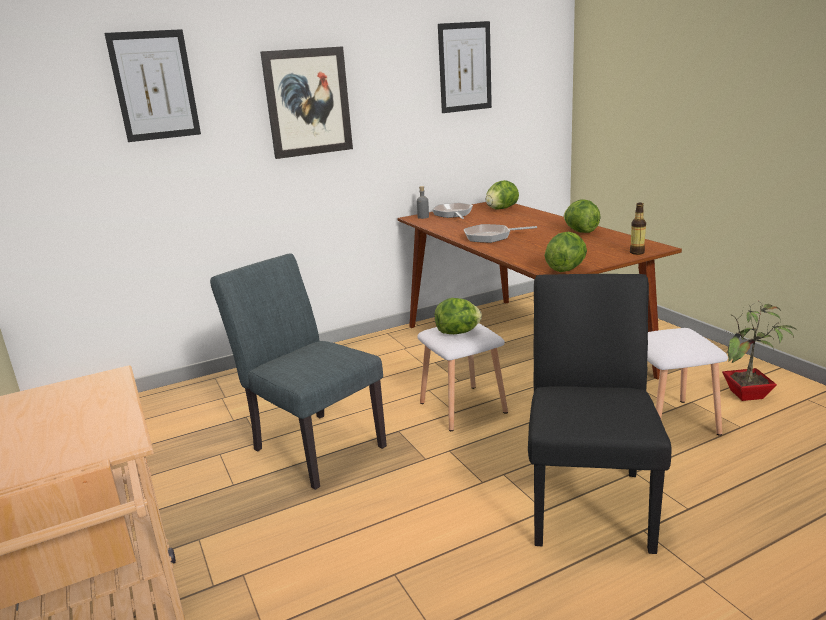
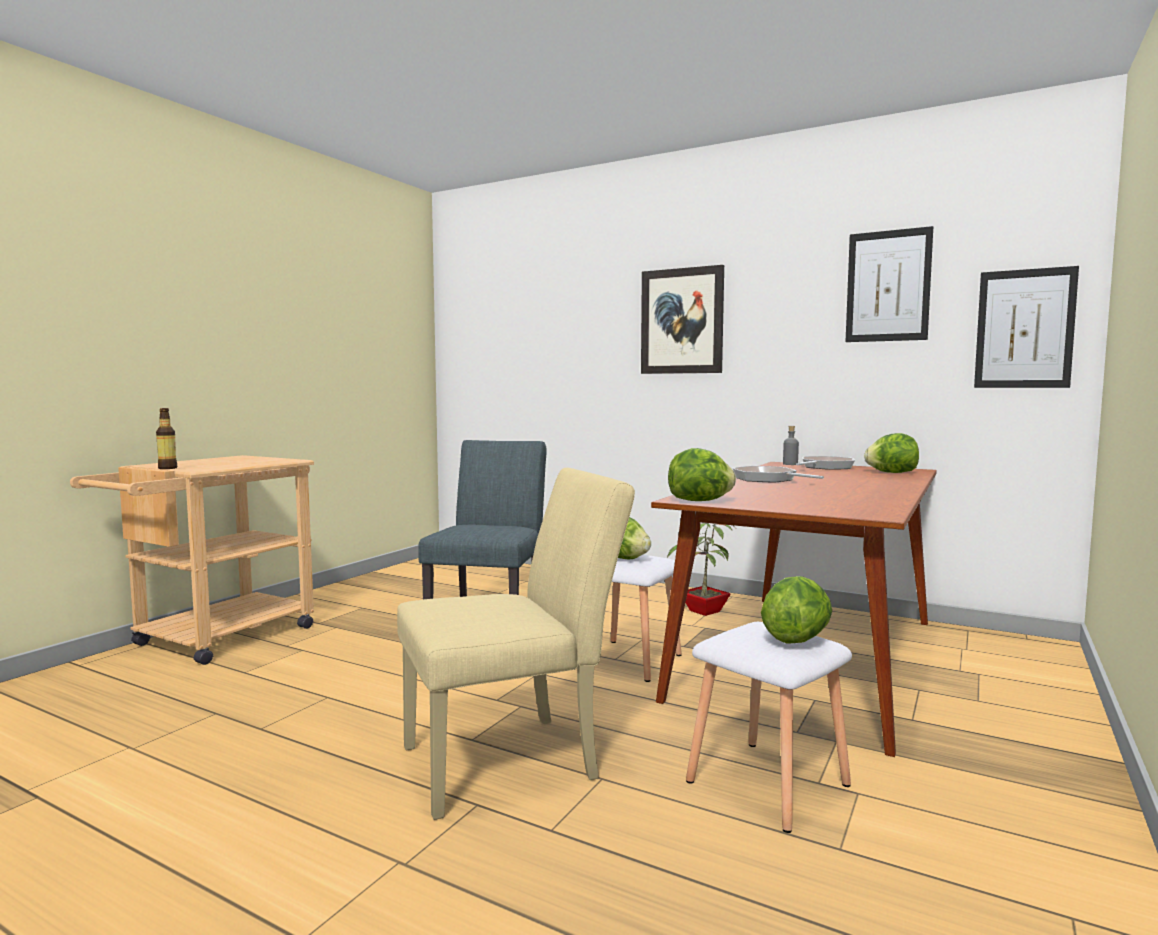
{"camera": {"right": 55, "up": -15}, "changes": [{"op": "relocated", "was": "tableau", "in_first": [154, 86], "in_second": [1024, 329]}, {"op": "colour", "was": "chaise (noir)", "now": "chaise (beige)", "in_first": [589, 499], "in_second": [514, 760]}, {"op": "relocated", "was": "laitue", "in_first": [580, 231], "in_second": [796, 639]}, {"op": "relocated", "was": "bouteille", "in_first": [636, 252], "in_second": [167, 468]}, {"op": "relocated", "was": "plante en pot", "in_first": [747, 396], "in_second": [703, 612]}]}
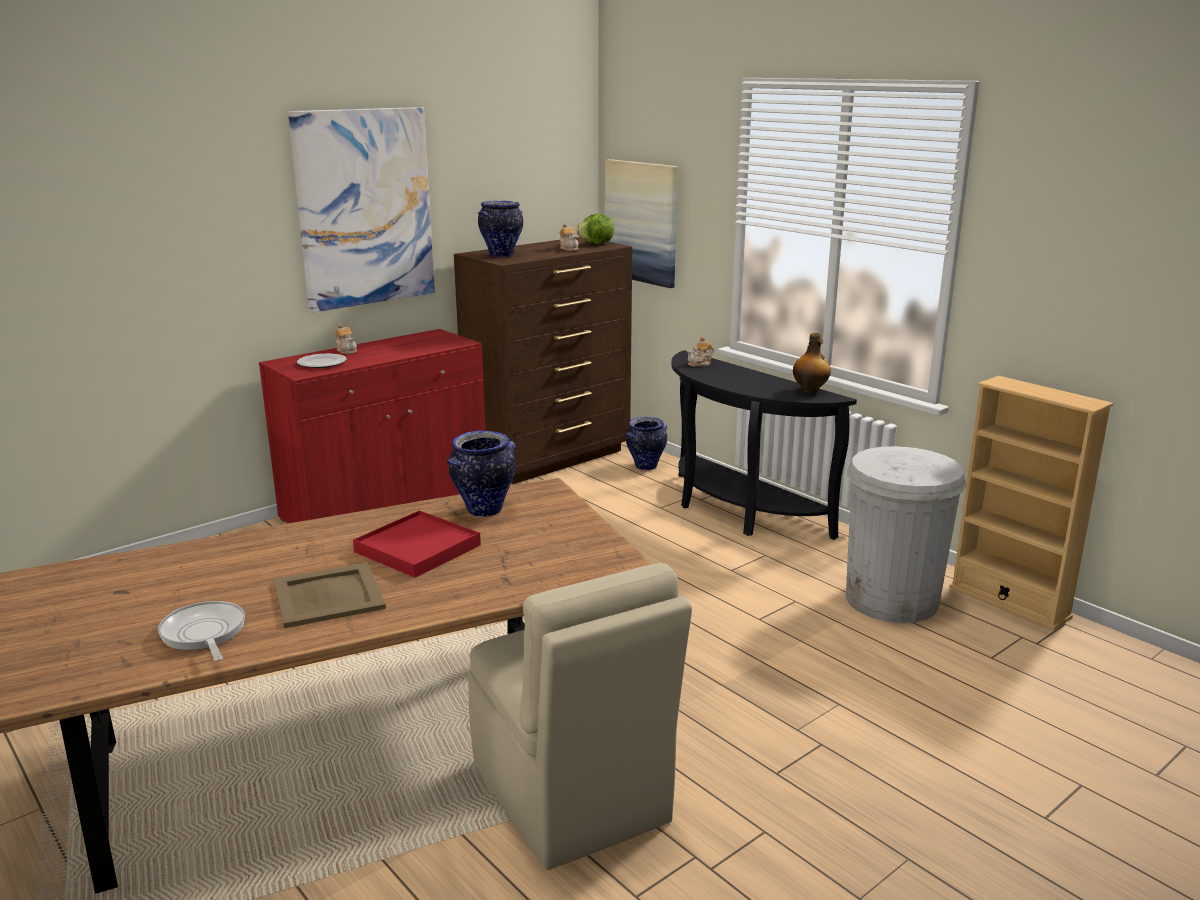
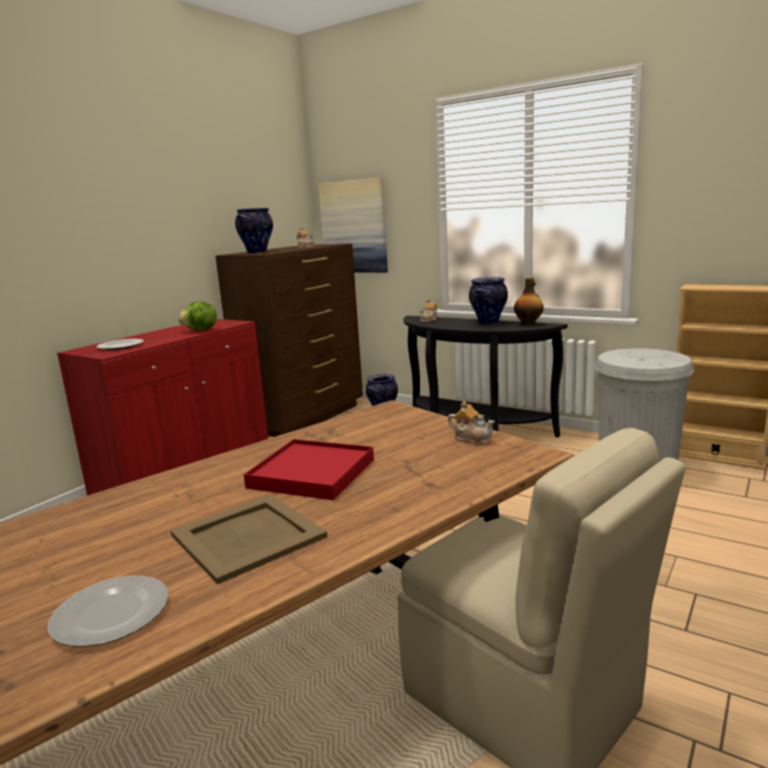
{"camera": {"right": -15, "up": -5}, "changes": [{"op": "exchanged", "was": "poêle", "now": "assiette", "in_first": [204, 634], "in_second": [110, 615]}, {"op": "missing", "was": "tableau", "in_first": [365, 208]}, {"op": "relocated", "was": "théière", "in_first": [347, 350], "in_second": [472, 439]}, {"op": "relocated", "was": "vase", "in_first": [484, 511], "in_second": [488, 323]}, {"op": "relocated", "was": "laitue", "in_first": [596, 244], "in_second": [200, 330]}]}
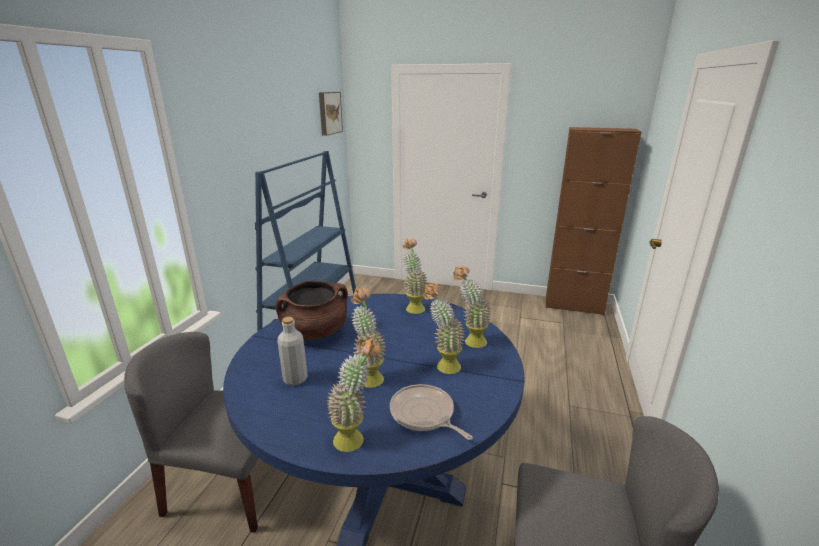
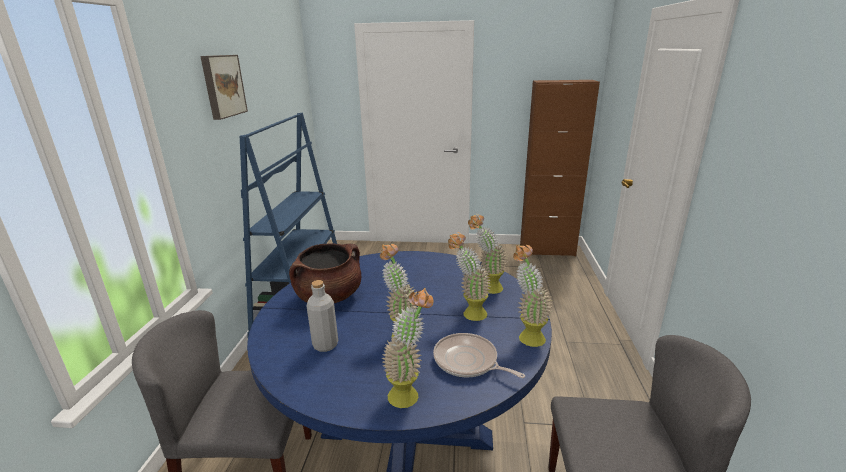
{"camera": {"right": -10, "up": 0}, "changes": [{"op": "relocated", "was": "tableau", "in_first": [329, 113], "in_second": [222, 86]}, {"op": "relocated", "was": "plante en pot", "in_first": [413, 307], "in_second": [526, 335]}]}
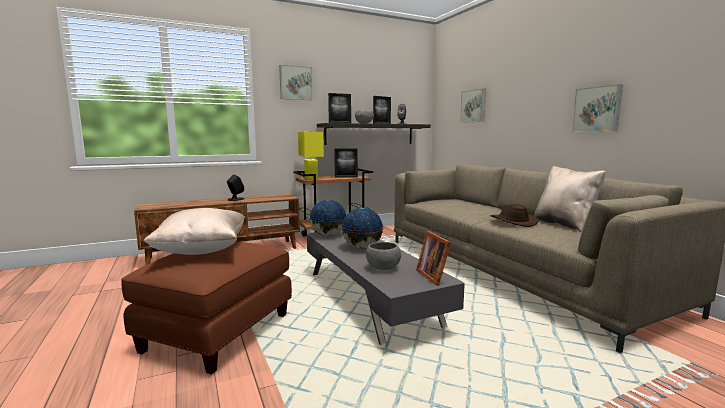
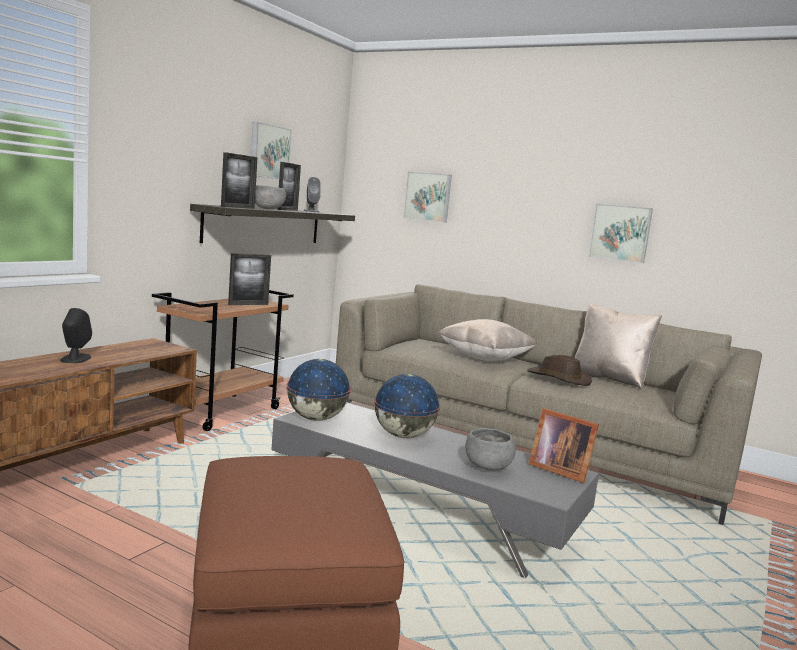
{"camera": {"right": -35, "up": 0}, "changes": [{"op": "relocated", "was": "coussin (beige)", "in_first": [202, 251], "in_second": [485, 358]}, {"op": "relocated", "was": "tableau", "in_first": [295, 83], "in_second": [268, 151]}, {"op": "missing", "was": "lampe de table (jaune)", "in_first": [311, 178]}]}
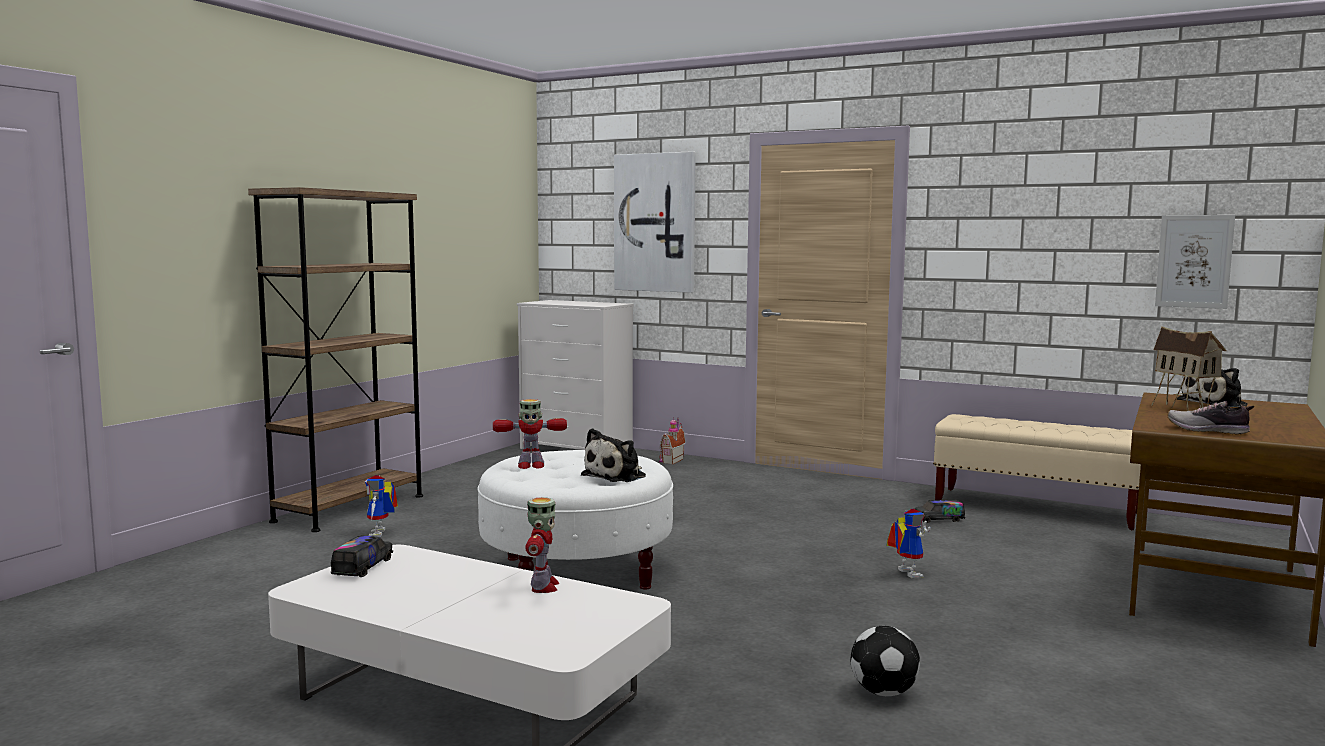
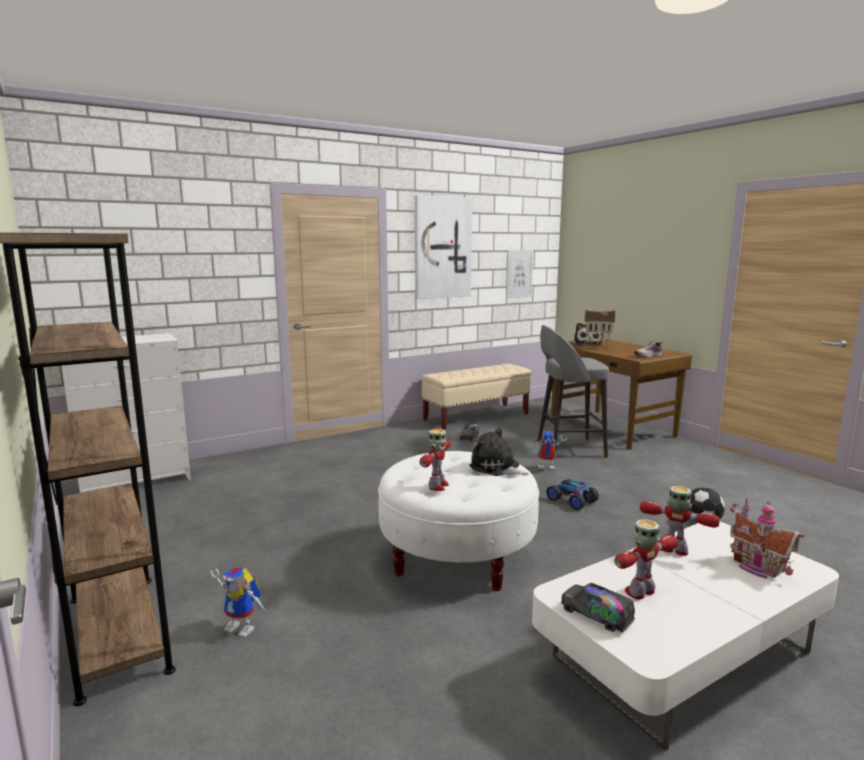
{"camera": {"right": -60, "up": 5}, "changes": [{"op": "spun", "was": "peluche", "in_first": [617, 476], "in_second": [496, 468], "clockwise": 150}, {"op": "relocated", "was": "tableau", "in_first": [655, 222], "in_second": [442, 247]}, {"op": "relocated", "was": "maison miniature", "in_first": [670, 461], "in_second": [757, 568]}, {"op": "appeared", "now": "tabouret (gris)", "in_second": [568, 449]}, {"op": "appeared", "now": "petite voiture", "in_second": [572, 500]}, {"op": "appeared", "now": "robot jouet", "in_second": [640, 592]}]}
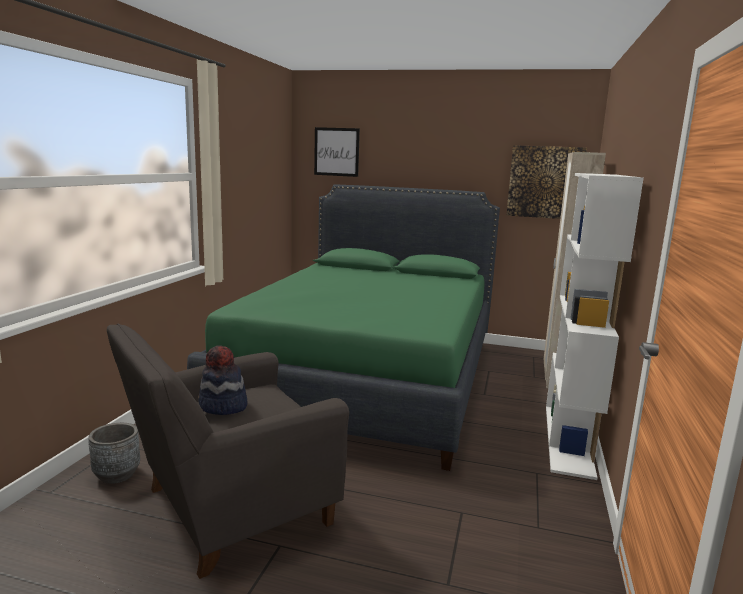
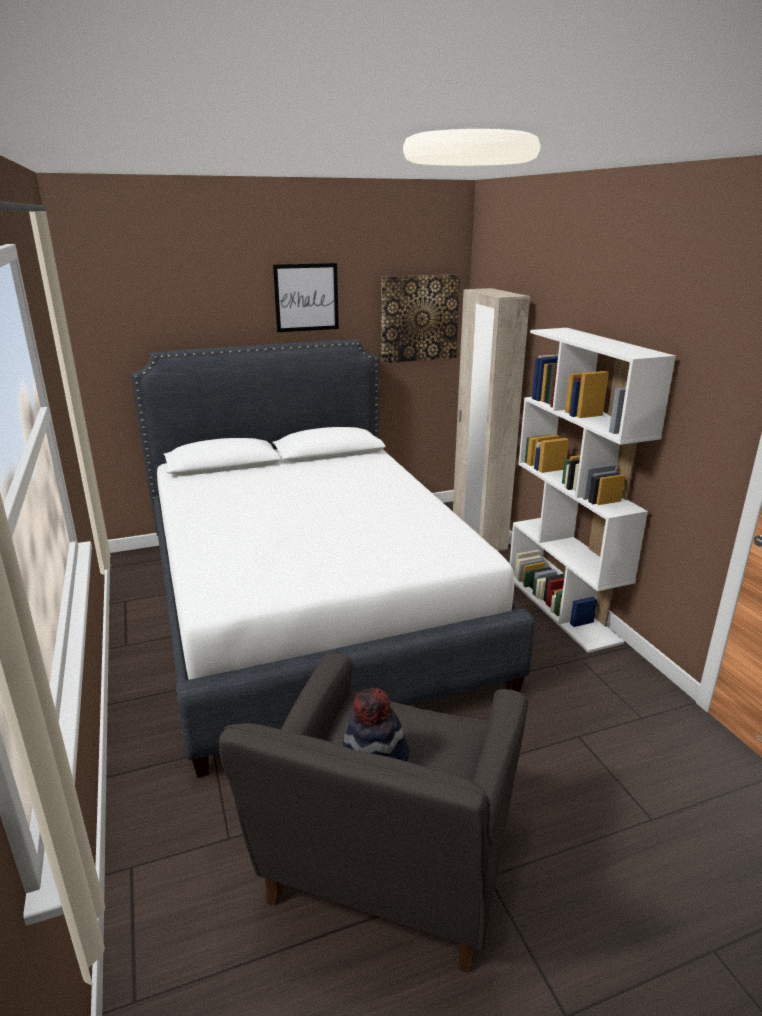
{"camera": {"right": -35, "up": 10}, "changes": [{"op": "missing", "was": "cache-pot (gris)", "in_first": [117, 475]}, {"op": "colour", "was": "lit (vert)", "now": "lit (blanc)", "in_first": [368, 377], "in_second": [311, 608]}, {"op": "relocated", "was": "tableau", "in_first": [336, 152], "in_second": [306, 297]}]}
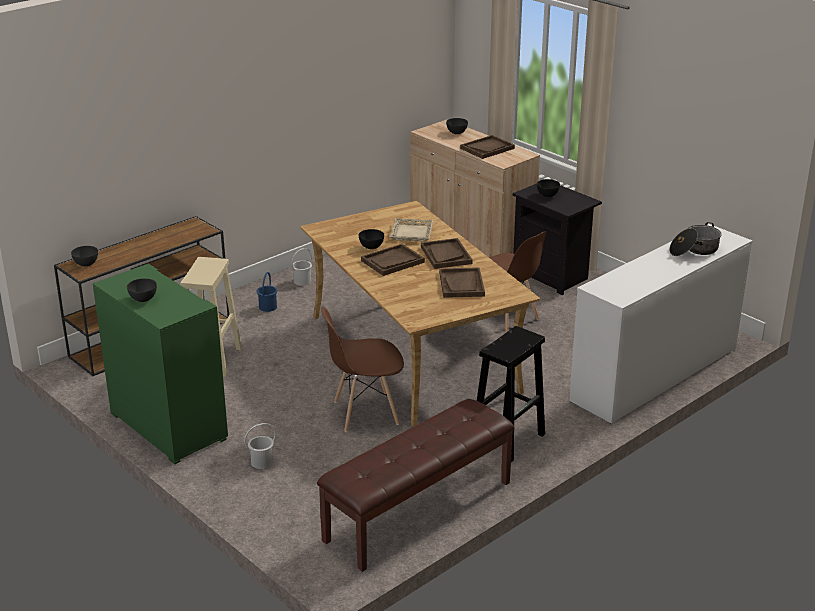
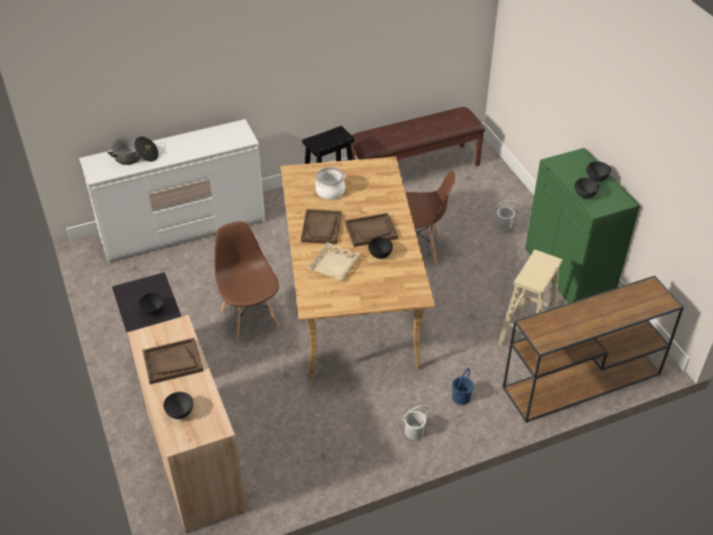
{"camera": {"right": -160, "up": 15}, "changes": [{"op": "relocated", "was": "bol (gris)", "in_first": [86, 264], "in_second": [585, 195]}, {"op": "exchanged", "was": "plateau (marron)", "now": "marmite", "in_first": [461, 284], "in_second": [330, 191]}]}
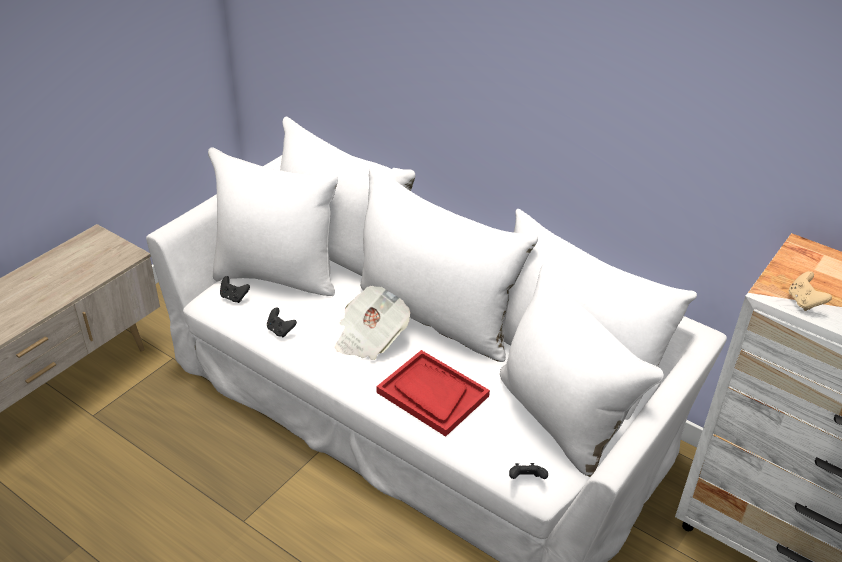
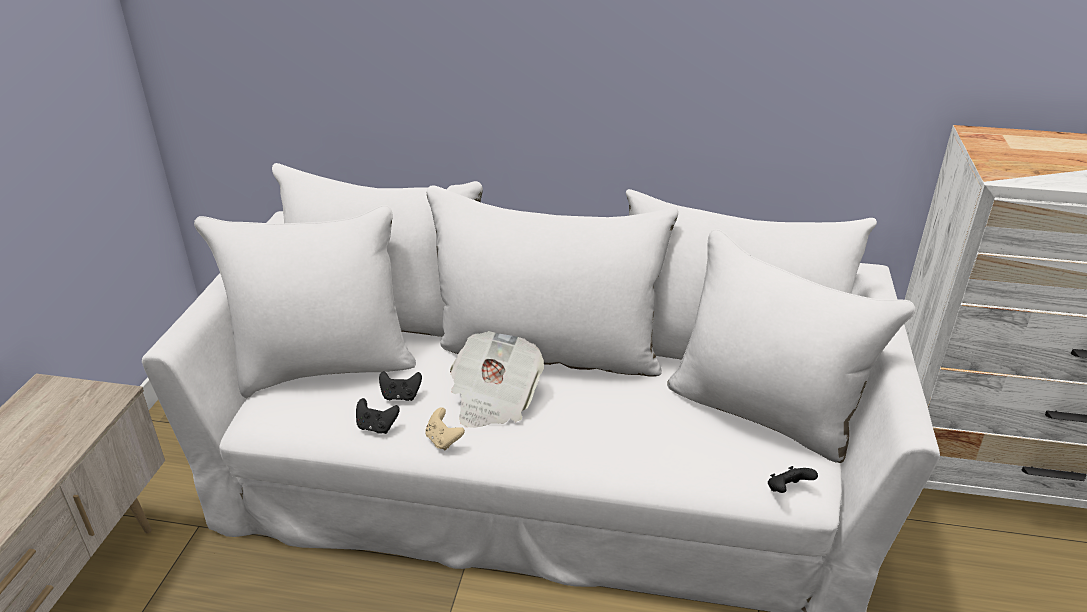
{"camera": {"right": -25, "up": -5}, "changes": [{"op": "relocated", "was": "manette (noir)", "in_first": [234, 297], "in_second": [401, 396]}, {"op": "missing", "was": "plateau (rouge)", "in_first": [432, 394]}, {"op": "relocated", "was": "manette (beige)", "in_first": [804, 302], "in_second": [443, 440]}]}
